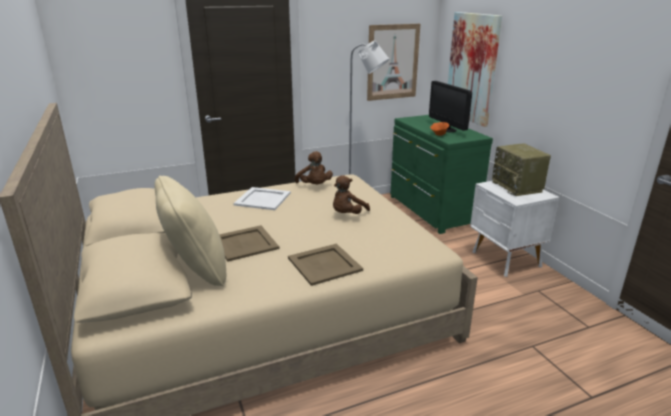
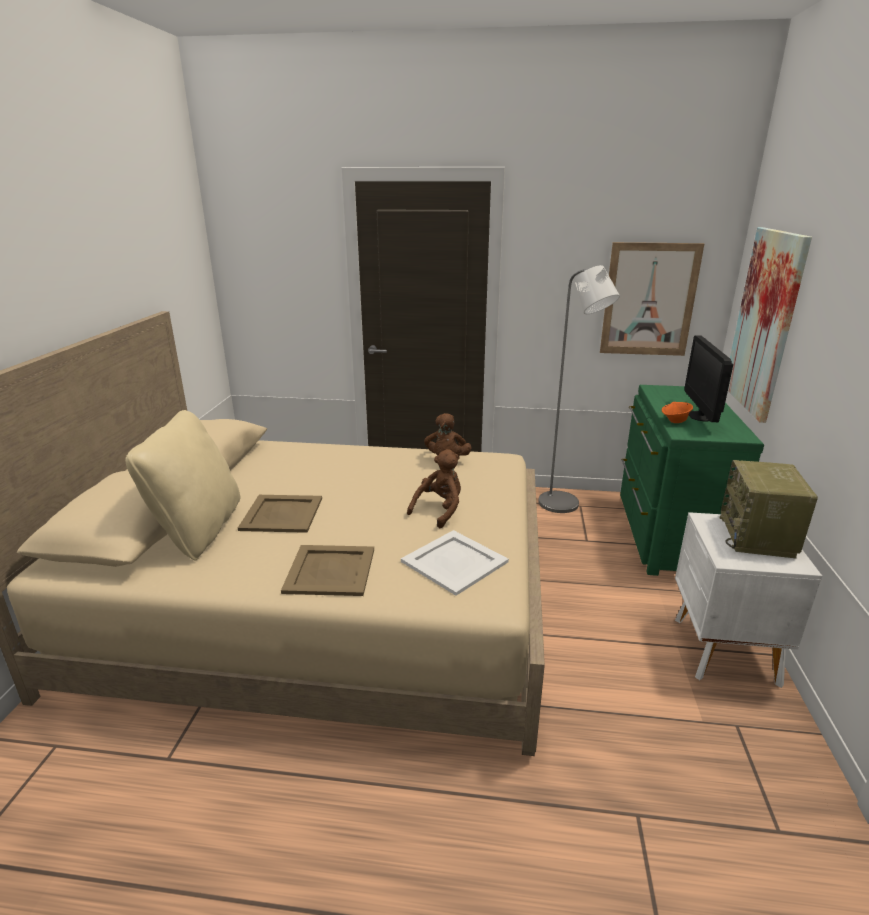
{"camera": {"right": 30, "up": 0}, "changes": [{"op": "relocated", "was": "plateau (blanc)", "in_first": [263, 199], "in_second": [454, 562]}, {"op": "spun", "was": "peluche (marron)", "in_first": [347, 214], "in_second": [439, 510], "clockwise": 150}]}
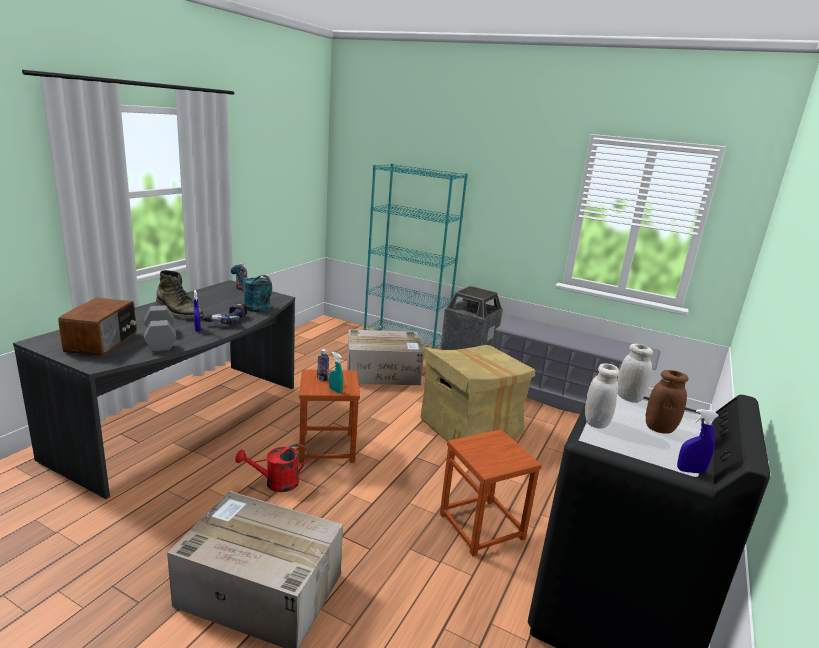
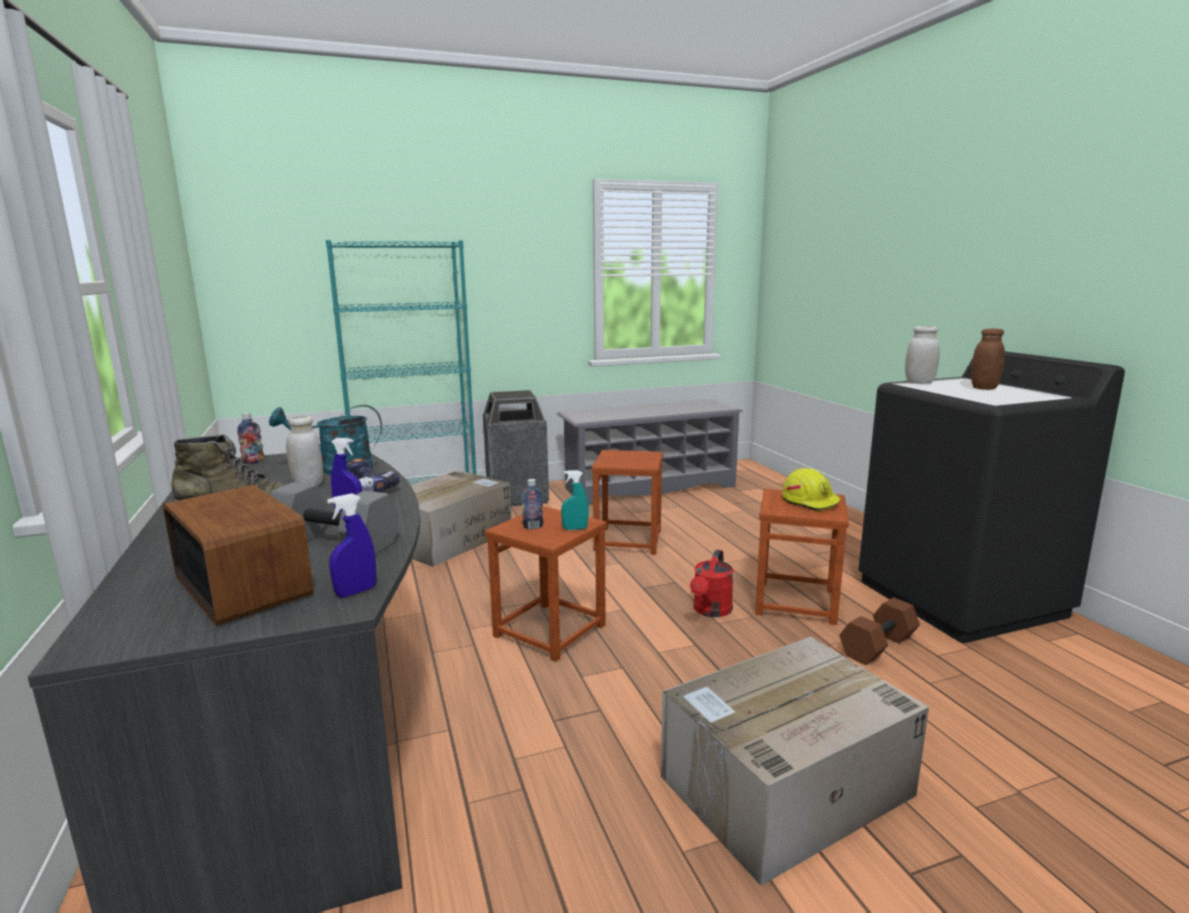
{"camera": {"right": -45, "up": -5}, "changes": [{"op": "relocated", "was": "arrosoir (rouge)", "in_first": [276, 483], "in_second": [710, 611]}, {"op": "exchanged", "was": "carton", "now": "tabouret (marron)", "in_first": [470, 427], "in_second": [628, 540]}, {"op": "relocated", "was": "bocal (blanc)", "in_first": [596, 423], "in_second": [308, 485]}, {"op": "relocated", "was": "vaporisateur (bleu)", "in_first": [690, 471], "in_second": [356, 592]}, {"op": "appeared", "now": "casque de chantier (jaune)", "in_second": [810, 501]}, {"op": "appeared", "now": "haltère (marron)", "in_second": [877, 645]}]}
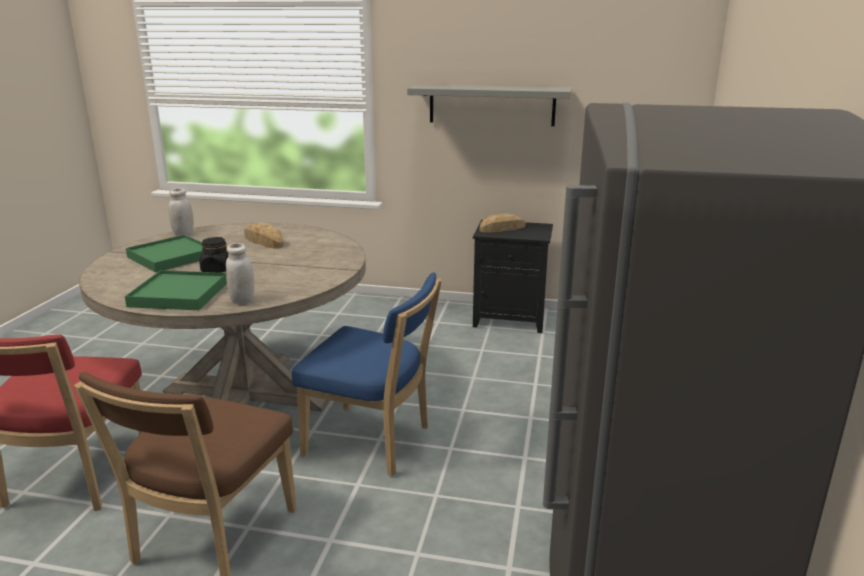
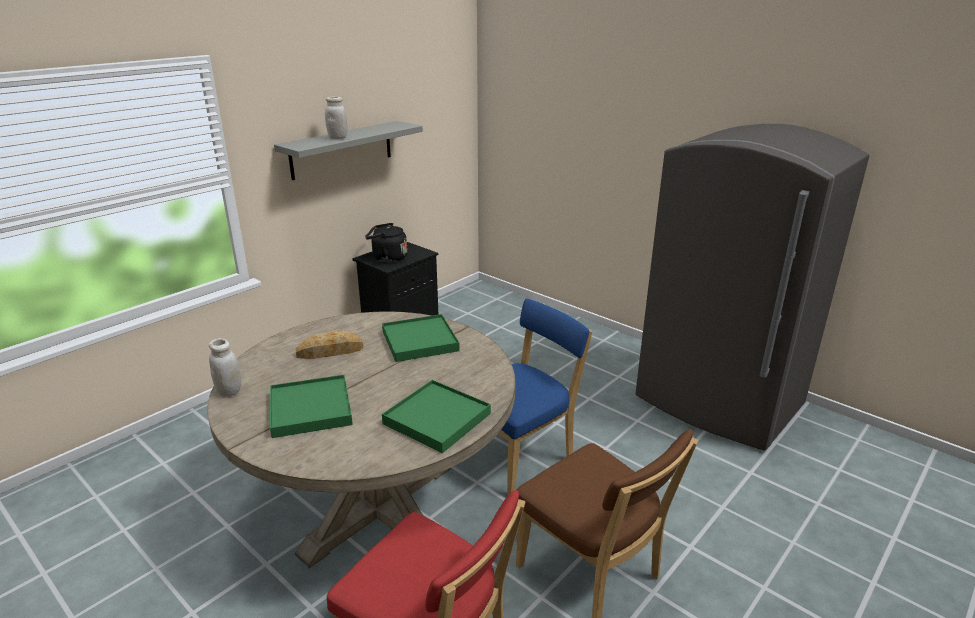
{"camera": {"right": -60, "up": 5}, "changes": [{"op": "missing", "was": "bocal (noir)", "in_first": [217, 269]}, {"op": "relocated", "was": "bocal (blanc)", "in_first": [242, 300], "in_second": [337, 138]}, {"op": "exchanged", "was": "pain", "now": "bouilloire (noir)", "in_first": [502, 228], "in_second": [387, 258]}, {"op": "appeared", "now": "plateau (vert)", "in_second": [420, 341]}]}
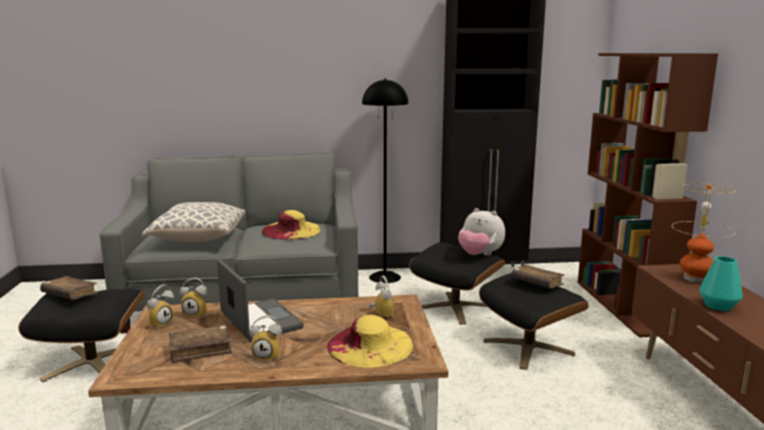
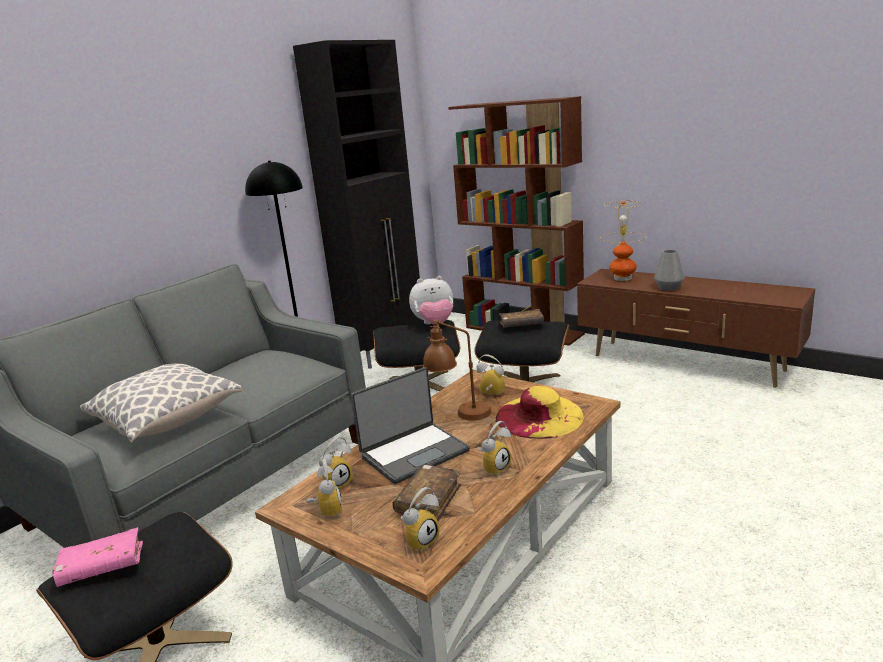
{"camera": {"right": -45, "up": 5}, "changes": [{"op": "colour", "was": "livre (marron)", "now": "livre (rose)", "in_first": [69, 294], "in_second": [102, 567]}, {"op": "spun", "was": "ordinateur portable", "in_first": [259, 322], "in_second": [413, 453], "clockwise": 135}, {"op": "missing", "was": "chapeau (jaune)", "in_first": [291, 230]}, {"op": "colour", "was": "vase (turquoise)", "now": "vase (gris)", "in_first": [718, 306], "in_second": [668, 288]}, {"op": "appeared", "now": "réveil", "in_second": [421, 540]}, {"op": "appeared", "now": "lampe de table (marron)", "in_second": [459, 413]}]}
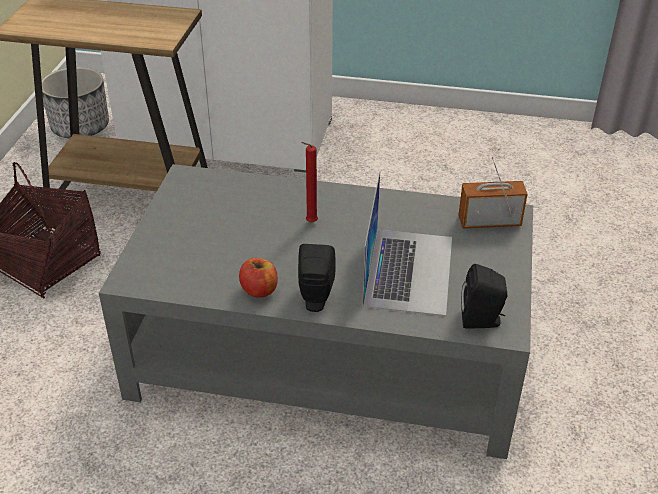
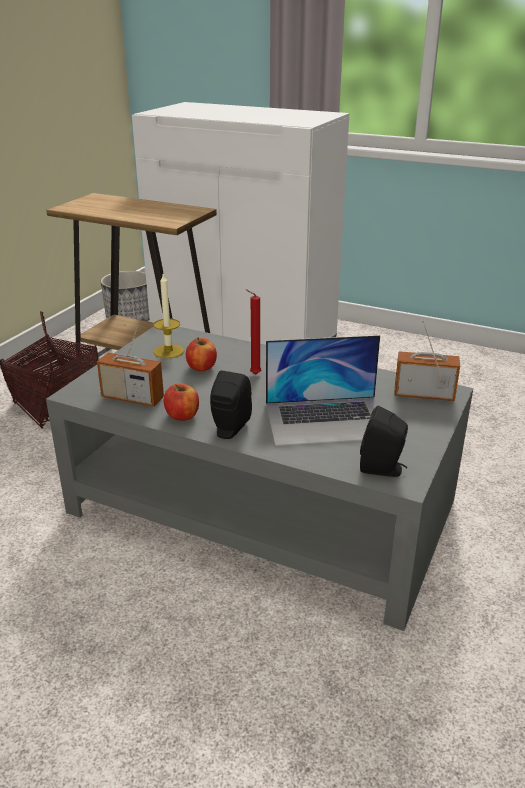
{"camera": {"right": 15, "up": -10}, "changes": [{"op": "spun", "was": "ordinateur portable", "in_first": [408, 270], "in_second": [327, 420], "clockwise": 60}, {"op": "appeared", "now": "radio", "in_second": [132, 398]}, {"op": "appeared", "now": "bougie", "in_second": [168, 351]}, {"op": "appeared", "now": "pomme", "in_second": [201, 367]}]}
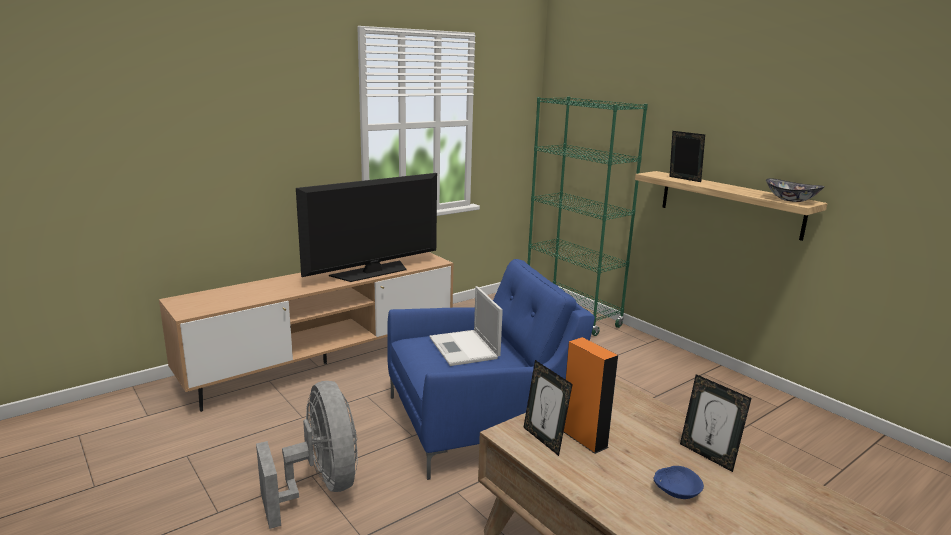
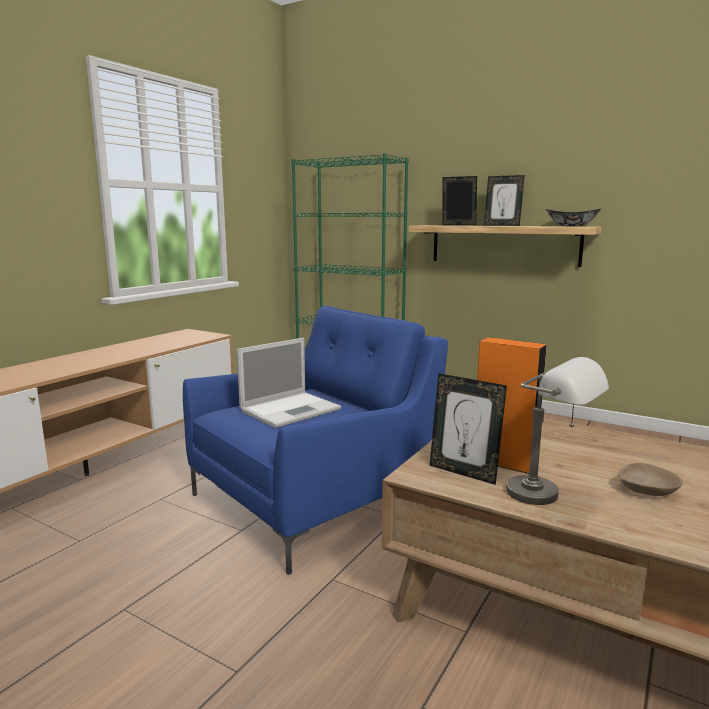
{"camera": {"right": -20, "up": -5}, "changes": [{"op": "missing", "was": "ventilateur (gris)", "in_first": [320, 487]}, {"op": "missing", "was": "téléviseur", "in_first": [372, 272]}, {"op": "spun", "was": "ordinateur portable", "in_first": [464, 348], "in_second": [291, 409], "clockwise": -90}, {"op": "colour", "was": "bol (bleu)", "now": "bol (beige)", "in_first": [676, 490], "in_second": [647, 490]}, {"op": "relocated", "was": "cadre photo", "in_first": [708, 455], "in_second": [502, 225]}, {"op": "appeared", "now": "lampe de table (gris)", "in_second": [549, 498]}]}
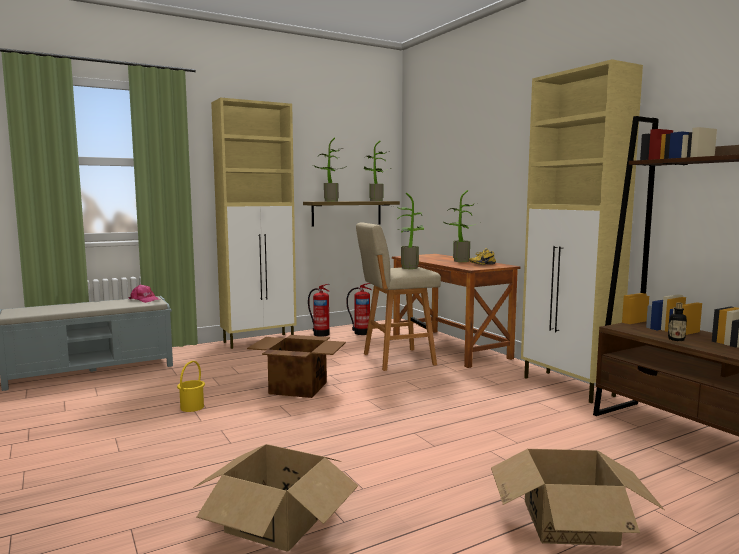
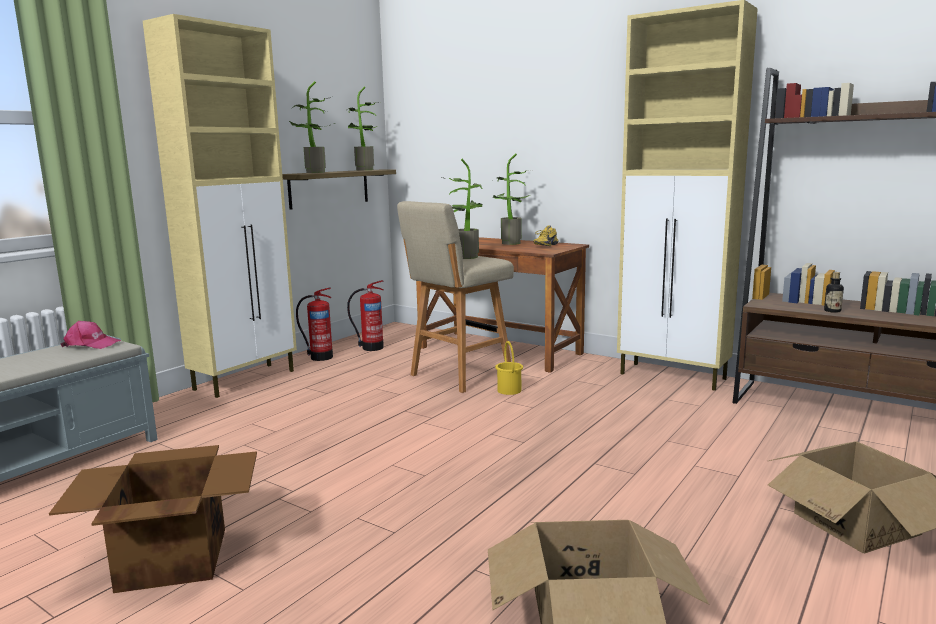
{"camera": {"right": -25, "up": 5}, "changes": [{"op": "relocated", "was": "seau (jaune)", "in_first": [191, 407], "in_second": [509, 390]}, {"op": "relocated", "was": "carton", "in_first": [297, 387], "in_second": [171, 558]}]}
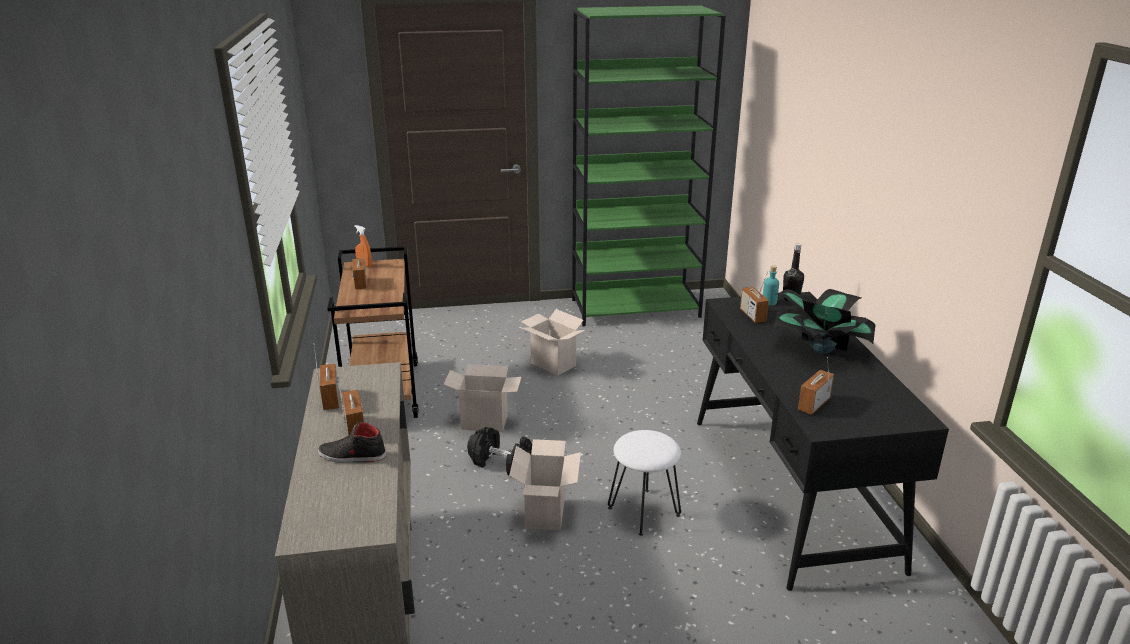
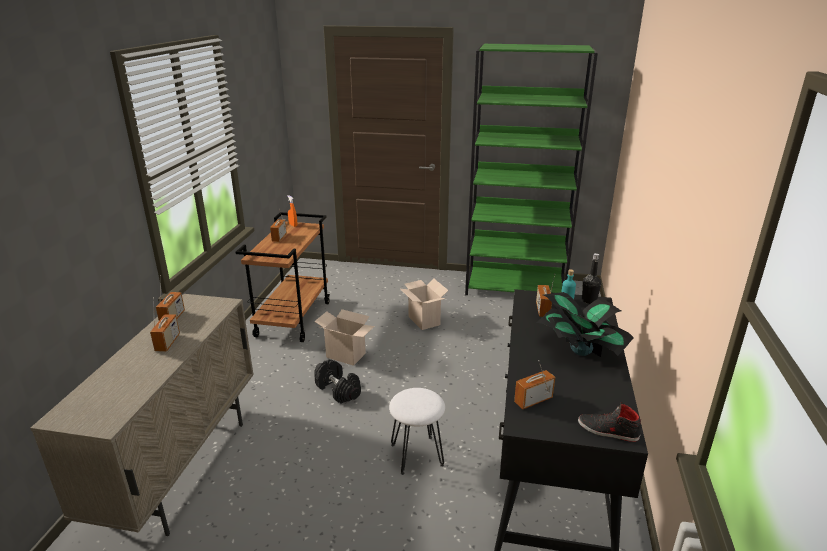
{"camera": {"right": 20, "up": 0}, "changes": [{"op": "relocated", "was": "chaussure (noir)", "in_first": [352, 456], "in_second": [608, 431]}, {"op": "missing", "was": "carton", "in_first": [546, 514]}]}
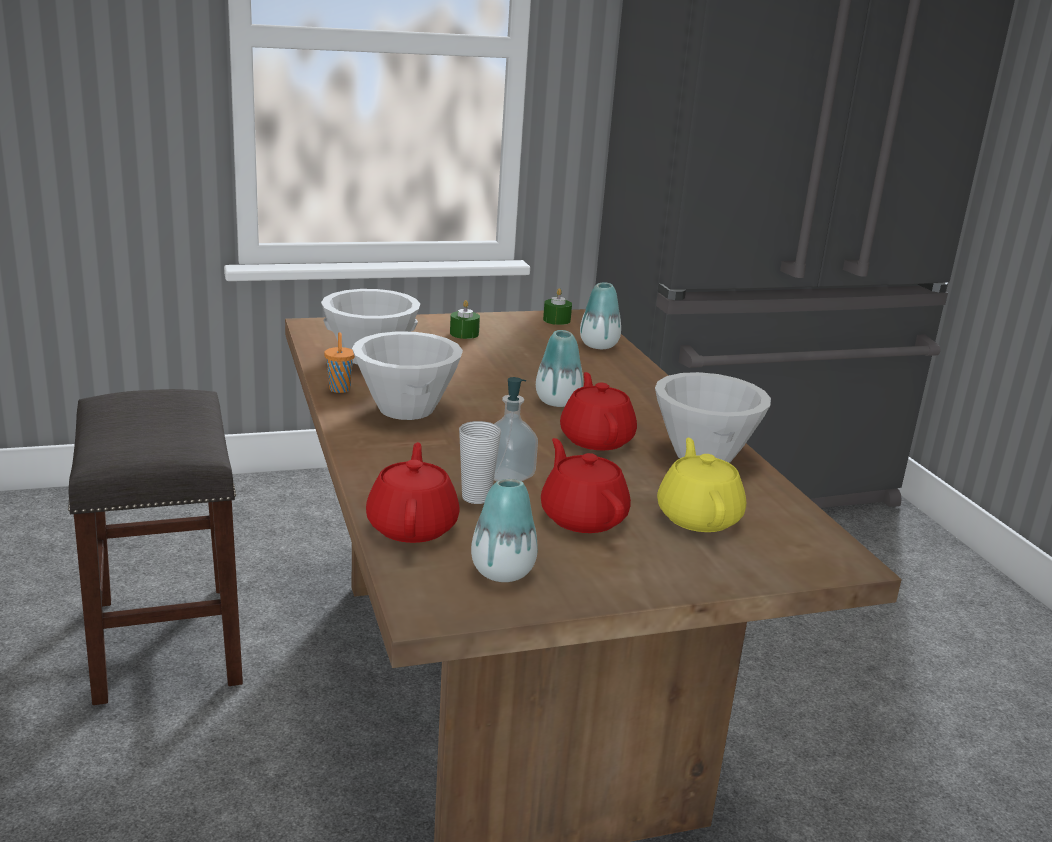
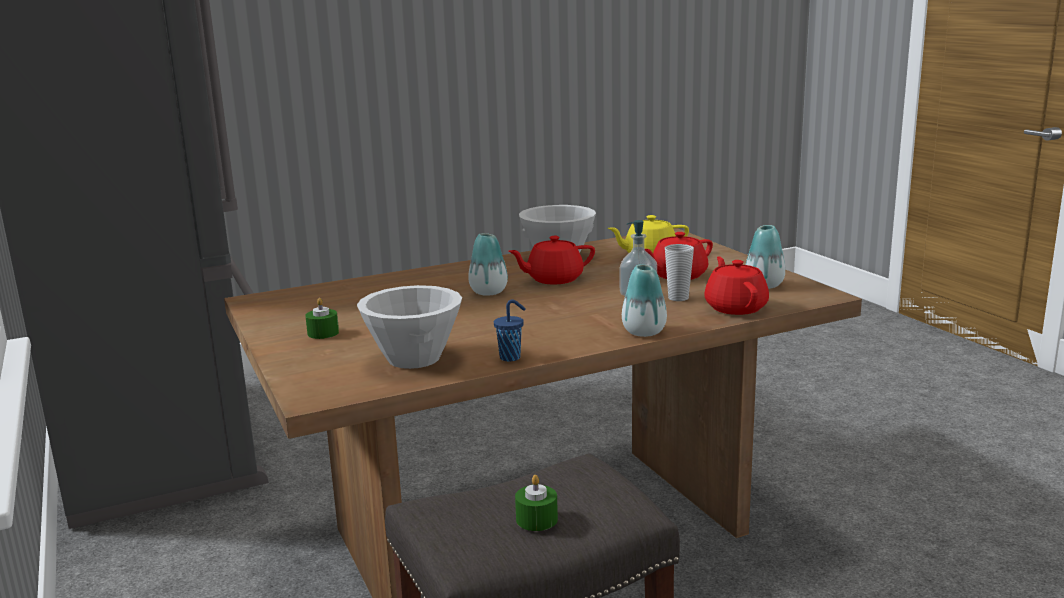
{"camera": {"right": -95, "up": -5}, "changes": [{"op": "colour", "was": "tasse (orange)", "now": "tasse (bleu)", "in_first": [339, 390], "in_second": [511, 357]}, {"op": "missing", "was": "bol (blanc)", "in_first": [407, 409]}, {"op": "spun", "was": "théière (rouge)", "in_first": [413, 526], "in_second": [735, 307], "clockwise": 90}, {"op": "relocated", "was": "bougie (vert)", "in_first": [556, 320], "in_second": [536, 519]}, {"op": "relocated", "was": "vase", "in_first": [599, 345], "in_second": [644, 332]}]}
